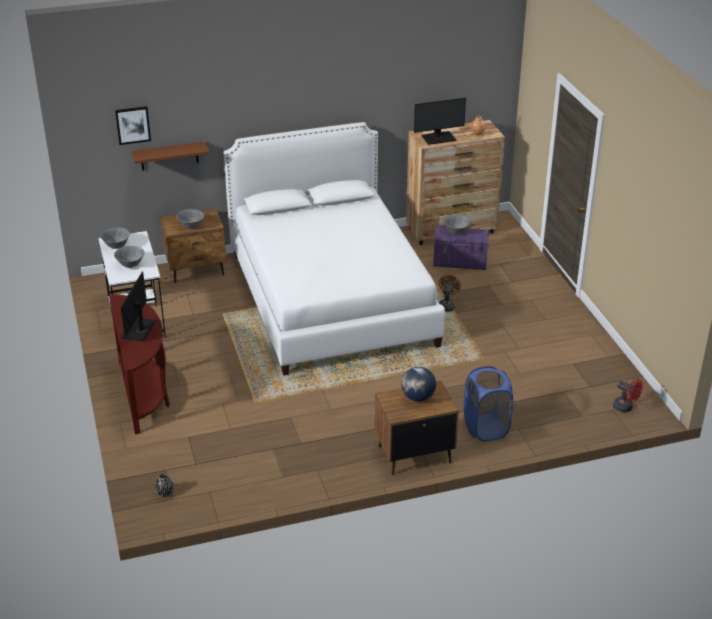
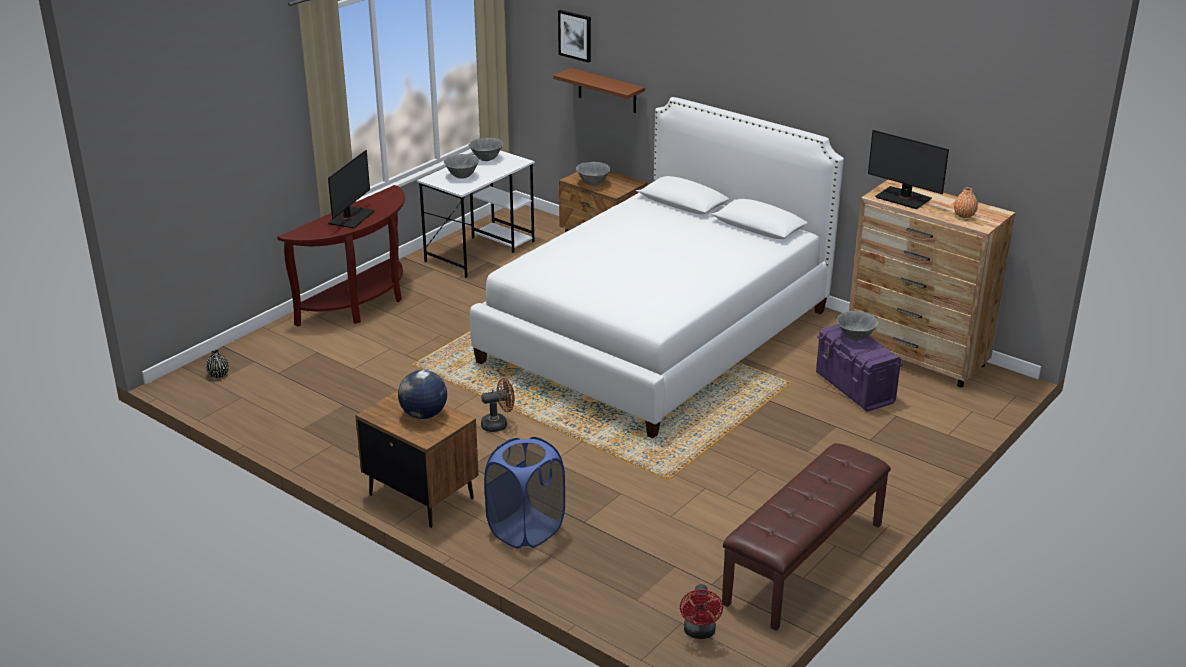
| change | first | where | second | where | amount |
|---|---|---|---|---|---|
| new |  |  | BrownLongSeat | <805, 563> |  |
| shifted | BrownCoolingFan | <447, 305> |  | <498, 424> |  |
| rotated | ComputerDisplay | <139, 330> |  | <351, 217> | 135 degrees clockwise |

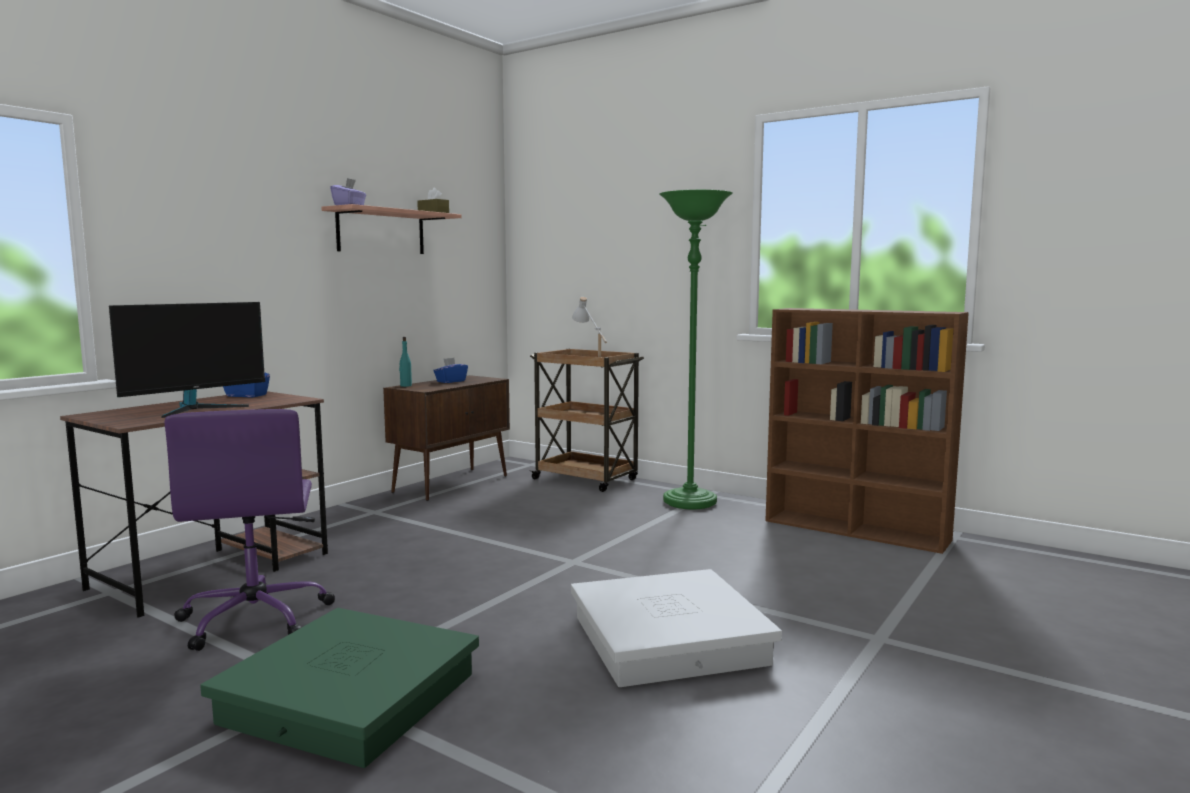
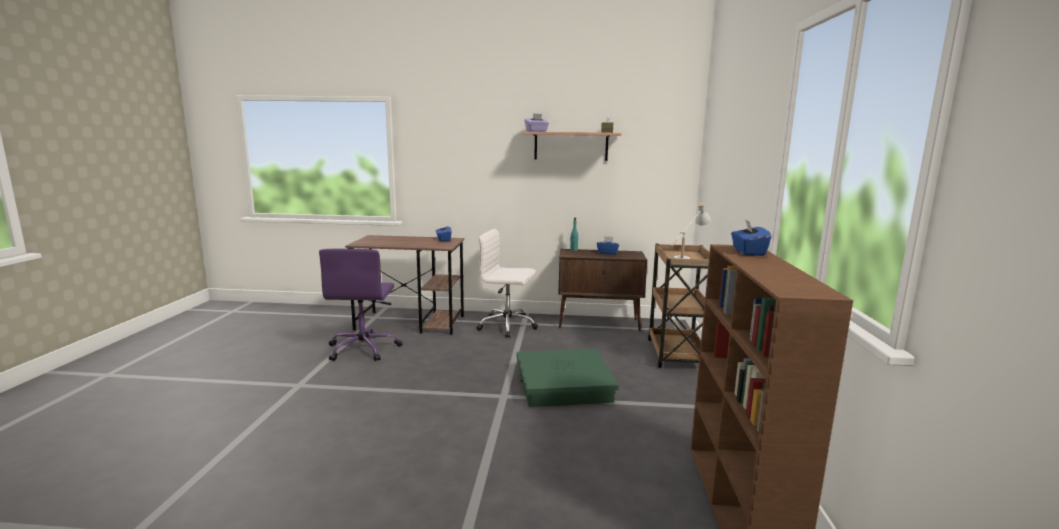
| change | first | where | second | where | amount |
|---|---|---|---|---|---|
| gone | ComputerDisplay | <196, 409> |  |  |  |
| gone | WhitishStorageBin | <669, 639> |  |  |  |
| gone | GreenishStandardLamp | <690, 502> |  |  |  |
| new |  |  | WhitishOfficeChair | <508, 326> |  |
| new |  |  | BluishBoxOfTissues | <748, 252> |  |
| shifted | GreenishStorageBin | <351, 698> |  | <563, 385> |  |
| rotated | PurpleOfficeChair | <255, 618> |  | <364, 349> | 45 degrees counterclockwise |

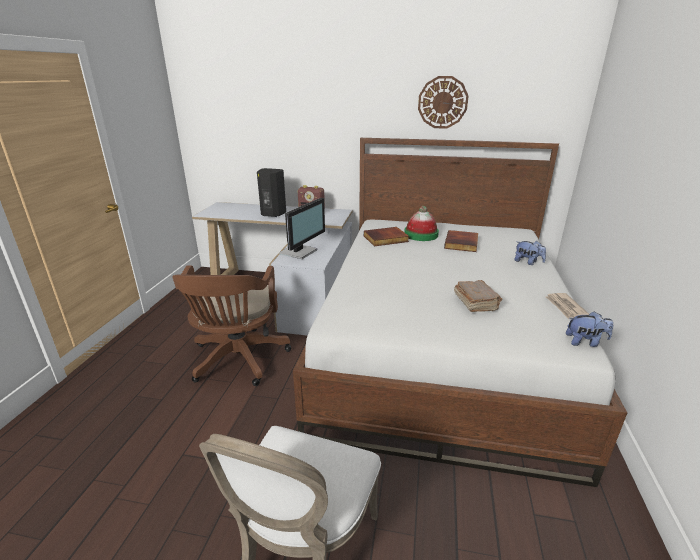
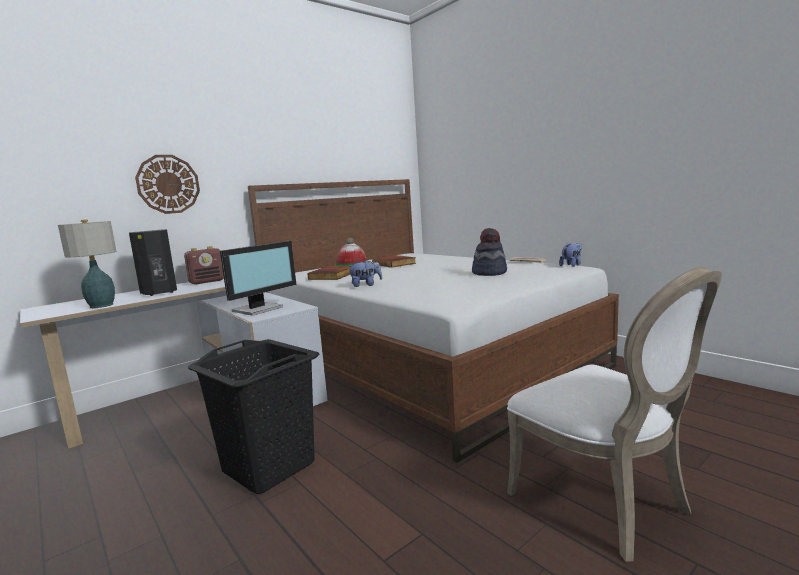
| change | first | where | second | where | amount |
|---|---|---|---|---|---|
| new |  |  | TabletopLamp | <102, 305> |  |
| shifted | ClockOnTheWall | <442, 102> |  | <168, 184> |  |
| shifted | CuddlyToy | <528, 262> |  | <366, 285> |  |
| swapped | BrownOfficeChair | <238, 361> | BlackColouredLaundryBasket | <269, 467> |  |
| swapped | BrownBoundBook | <475, 303> | Hat | <489, 273> |  |
| rotated | ComputerDisplay | <300, 252> |  | <259, 309> | 60 degrees clockwise |

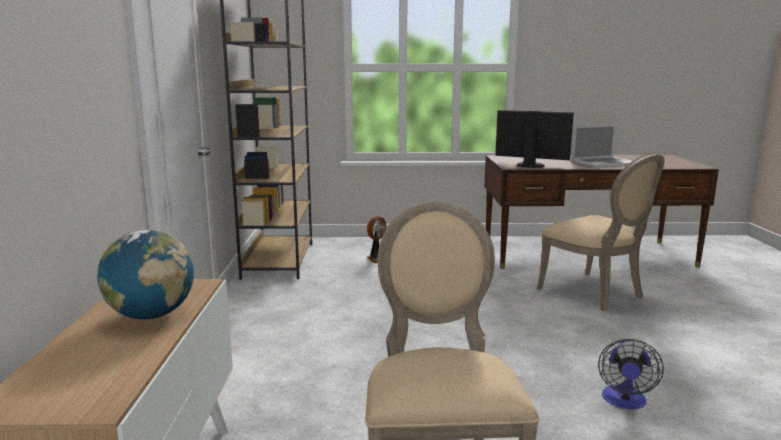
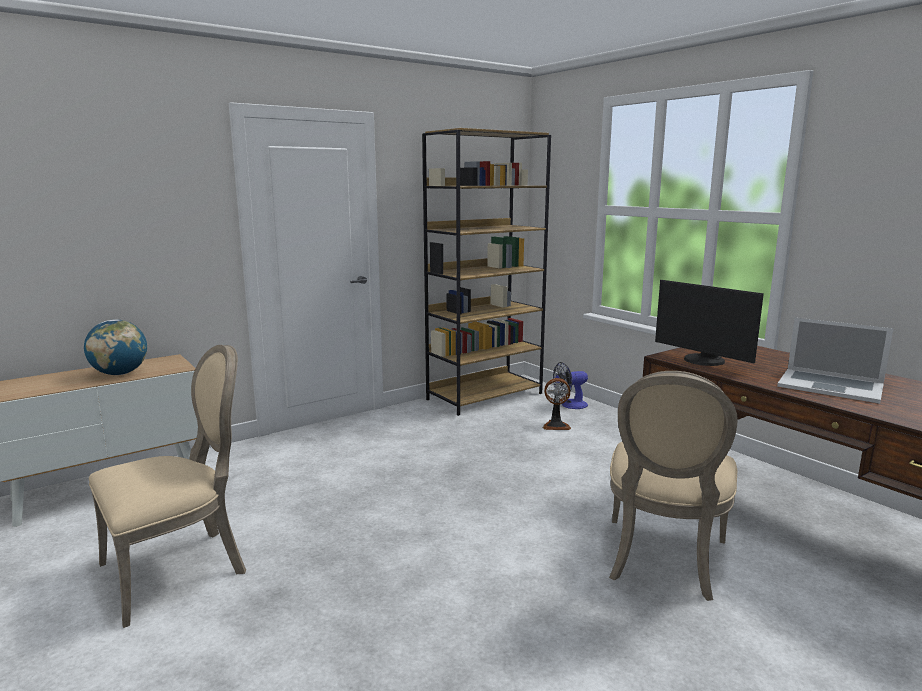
| change | first | where | second | where | amount |
|---|---|---|---|---|---|
| shifted | CoolingFan | <624, 402> |  | <570, 405> |  |
| rotated | ComputerDisplay | <530, 165> |  | <703, 361> | 150 degrees clockwise |

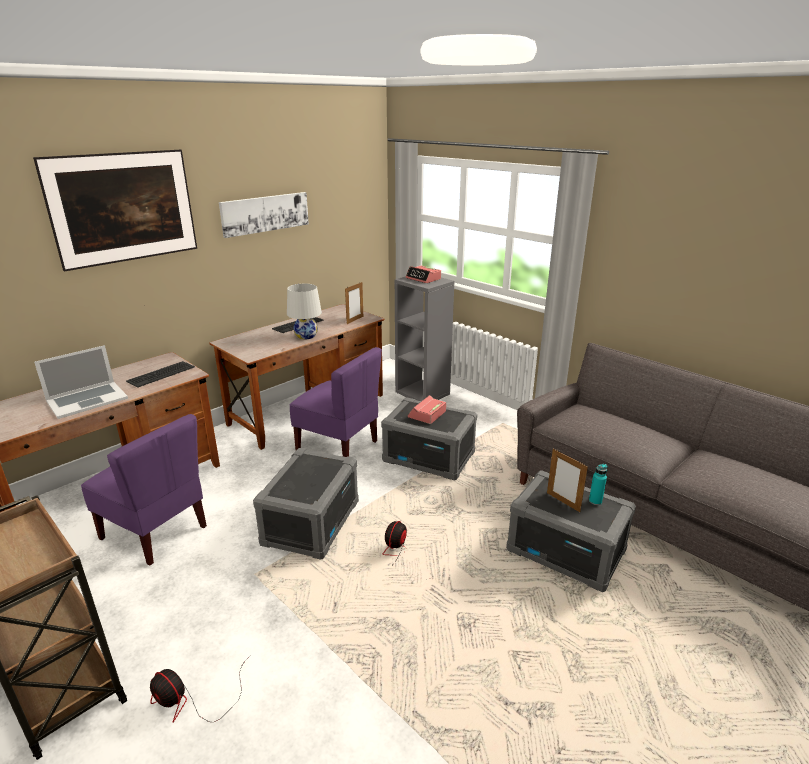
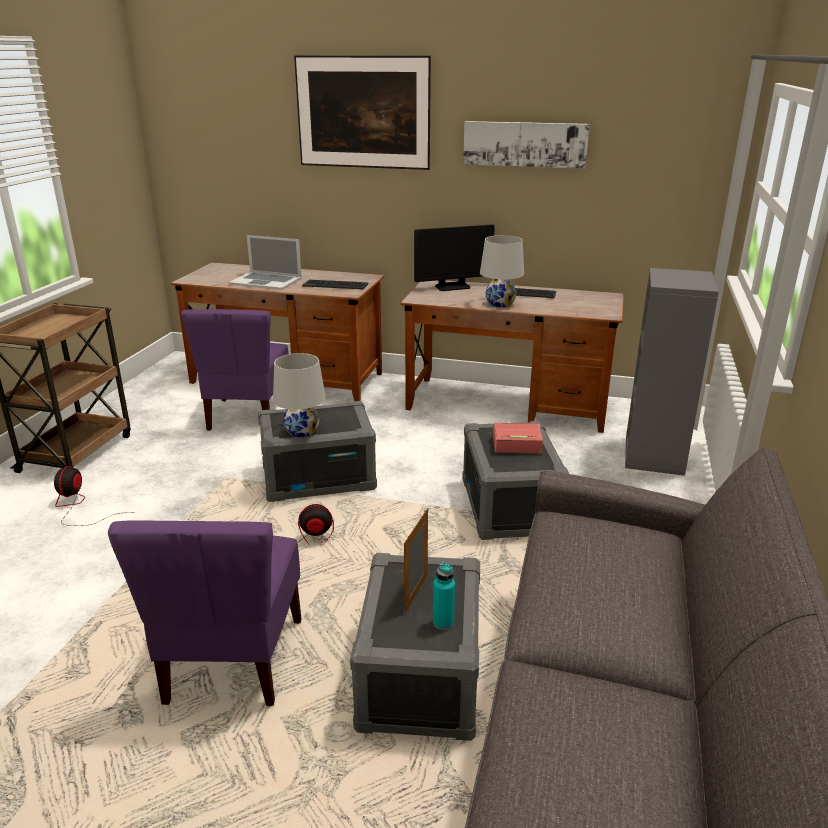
| change | first | where | second | where | amount |
|---|---|---|---|---|---|
| gone | StandingFrame | <355, 320> |  |  |  |
| gone | BedsideClock | <423, 279> |  |  |  |
| new |  |  | WhitishTabletopLamp | <302, 431> |  |
| new |  |  | ComputerDisplay | <452, 287> |  |
| shifted | PurpleUprightChair | <338, 445> |  | <232, 661> |  |

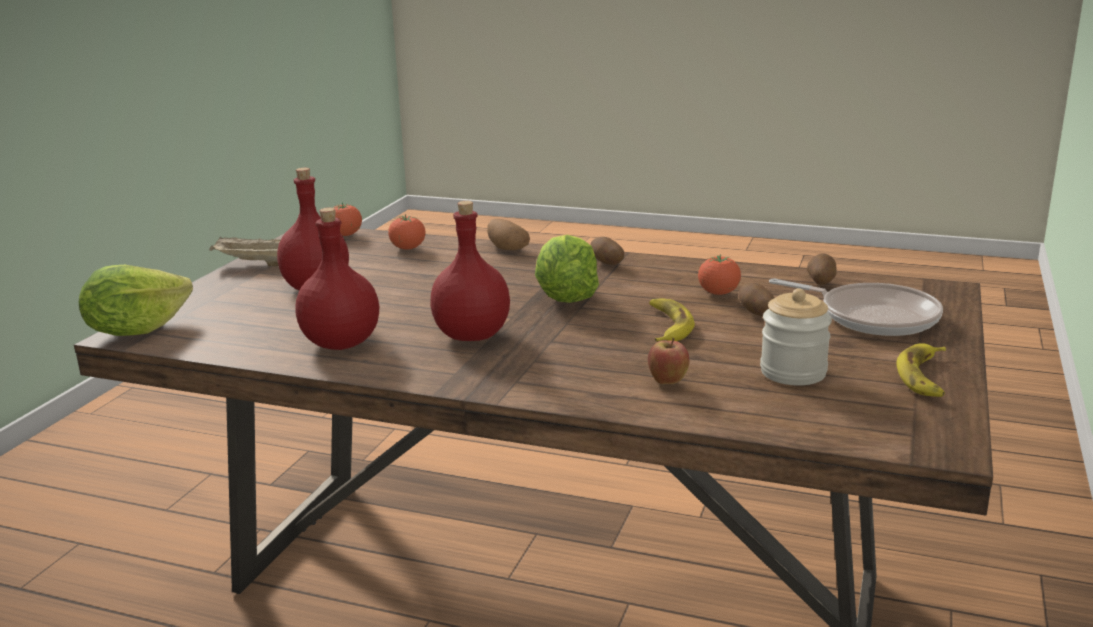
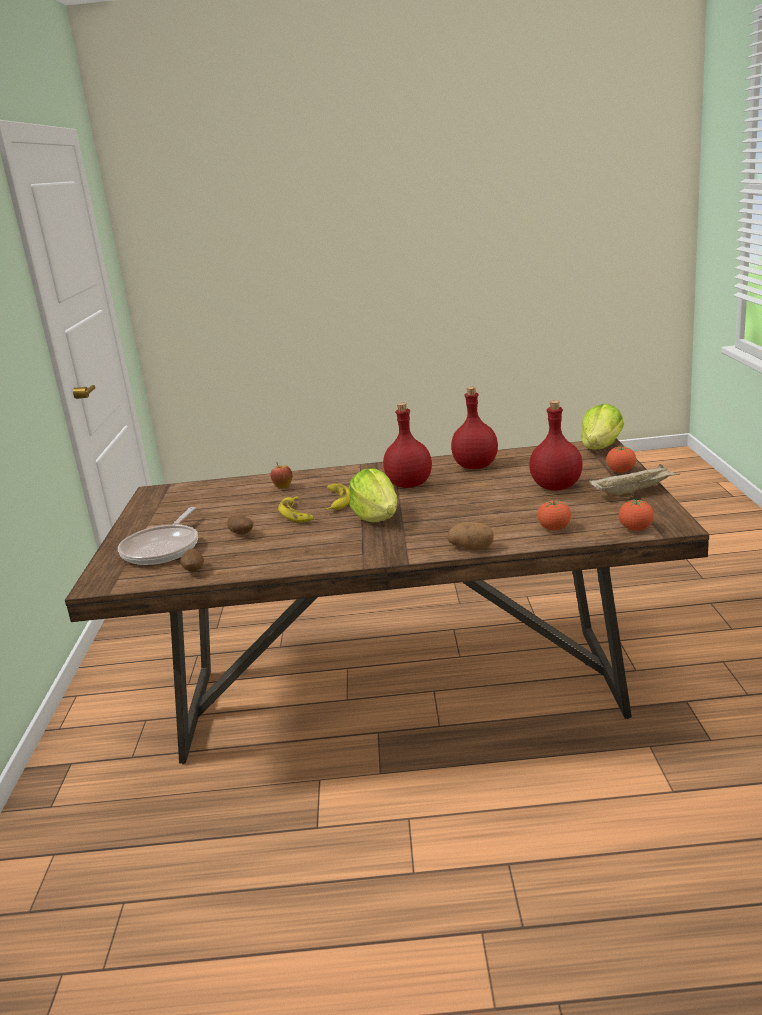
| change | first | where | second | where | amount |
|---|---|---|---|---|---|
| gone | WholePotato | <607, 263> |  |  |  |
| gone | Jar | <793, 372> |  |  |  |
| shifted | WholeTomato | <718, 293> |  | <621, 471> |  |
| shifted | BananaFruit | <925, 377> |  | <336, 500> |  |
| rotated | Skillet | <872, 317> |  | <163, 548> | 90 degrees counterclockwise |

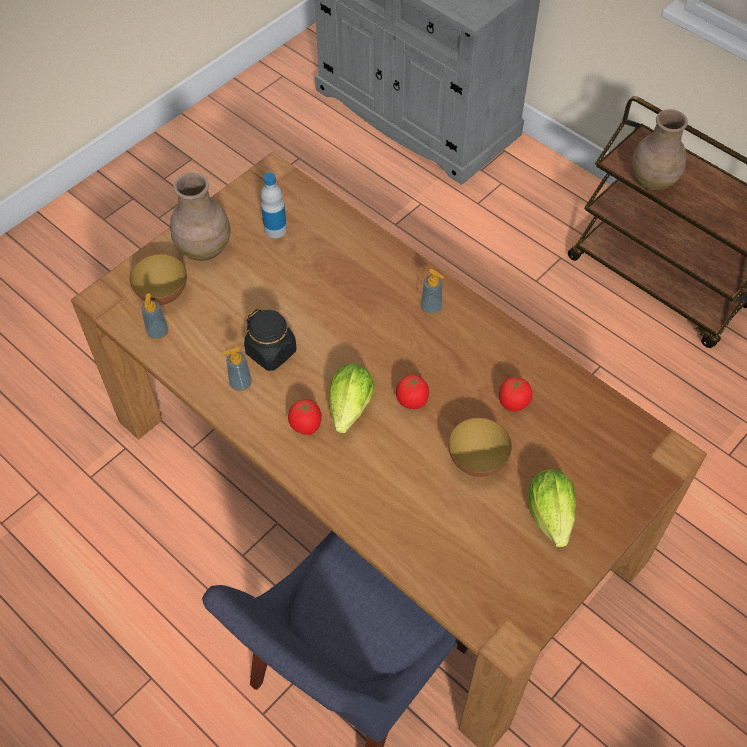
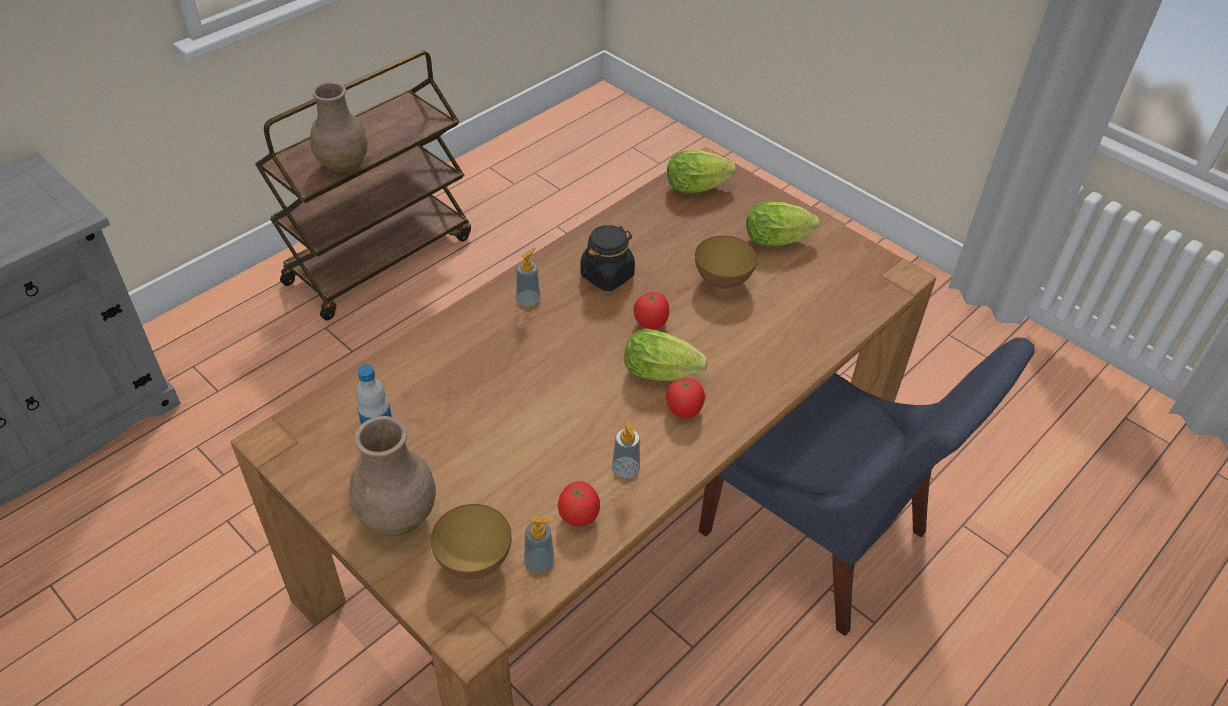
| change | first | where | second | where | amount |
|---|---|---|---|---|---|
| new |  |  | HeadOfLettuce | <700, 187> |  |
| shifted | BlackColouredJar | <271, 352> |  | <607, 275> |  |
| shifted | WholeTomato | <513, 402> |  | <579, 515> |  |

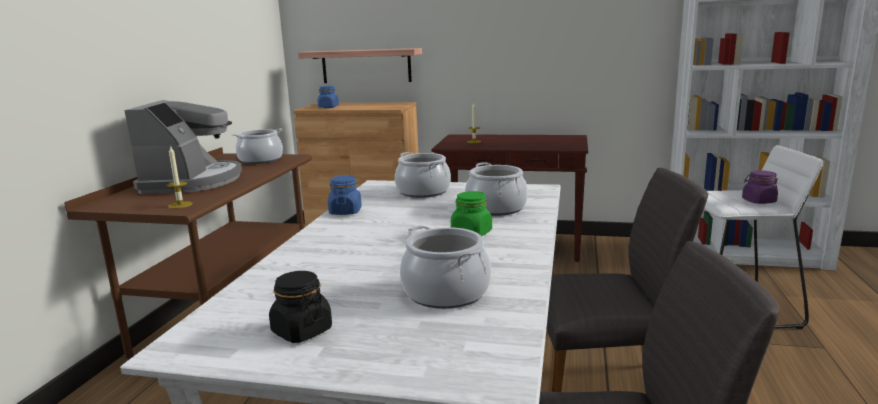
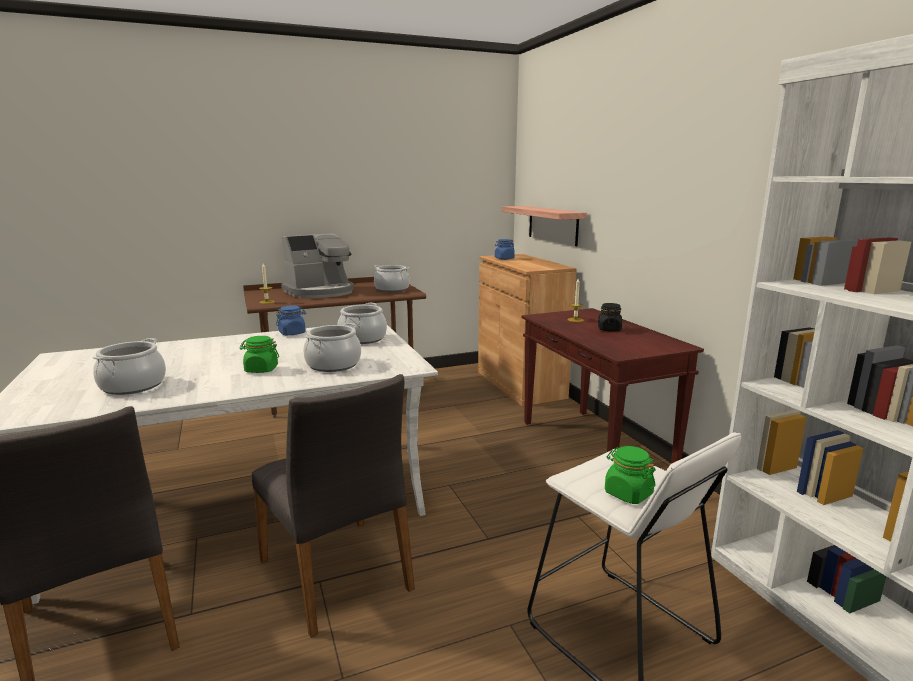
| change | first | where | second | where | amount |
|---|---|---|---|---|---|
| shifted | BlackColouredJar | <301, 331> |  | <609, 329> |  |
| repainted | PurpleJar | <758, 201> | GreenishJar | <628, 493> |  |

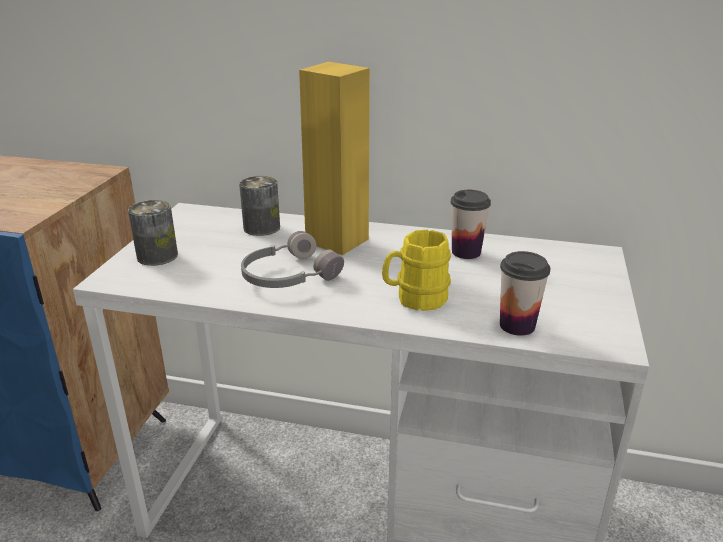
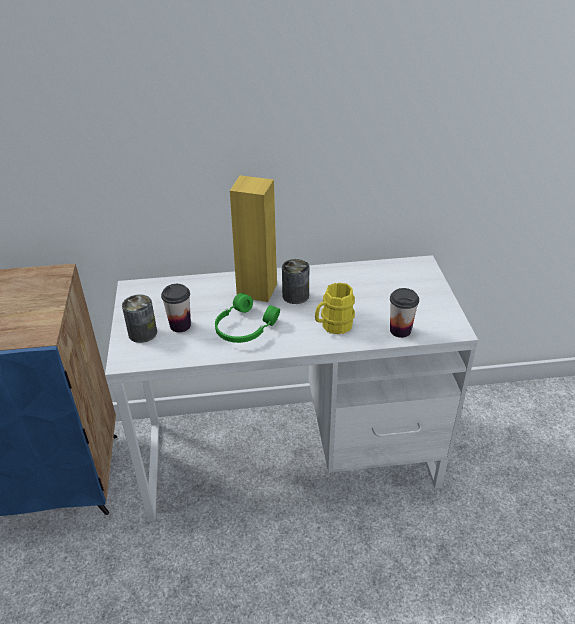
| change | first | where | second | where | amount |
|---|---|---|---|---|---|
| shifted | SealedCan | <261, 227> |  | <295, 295> |  |
| shifted | SmallCup | <466, 252> |  | <180, 325> |  |
| repainted | GrayPairOfHeadphones | <288, 276> | GreenishPairOfHeadphones | <244, 327> |  |

